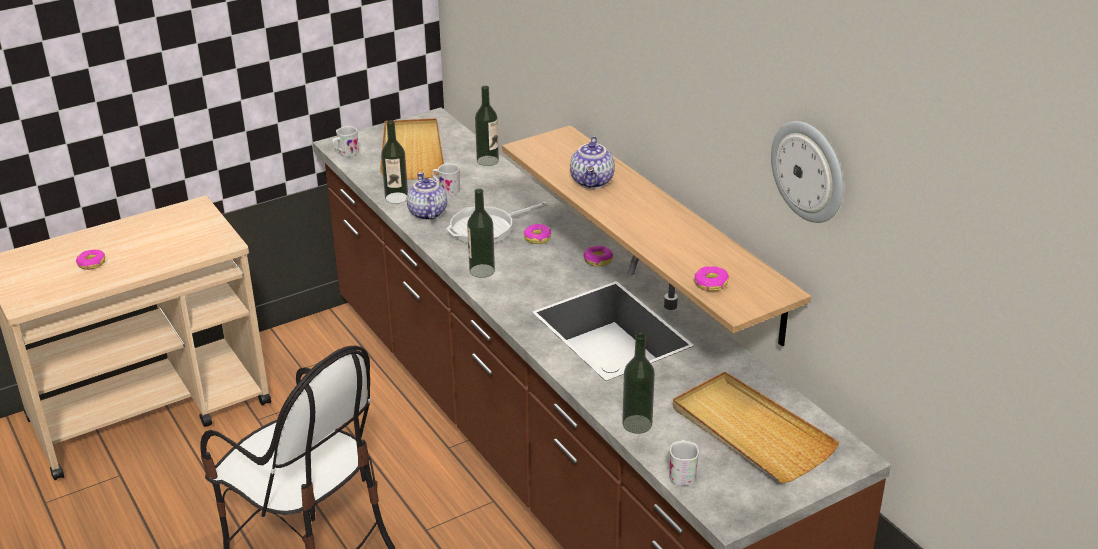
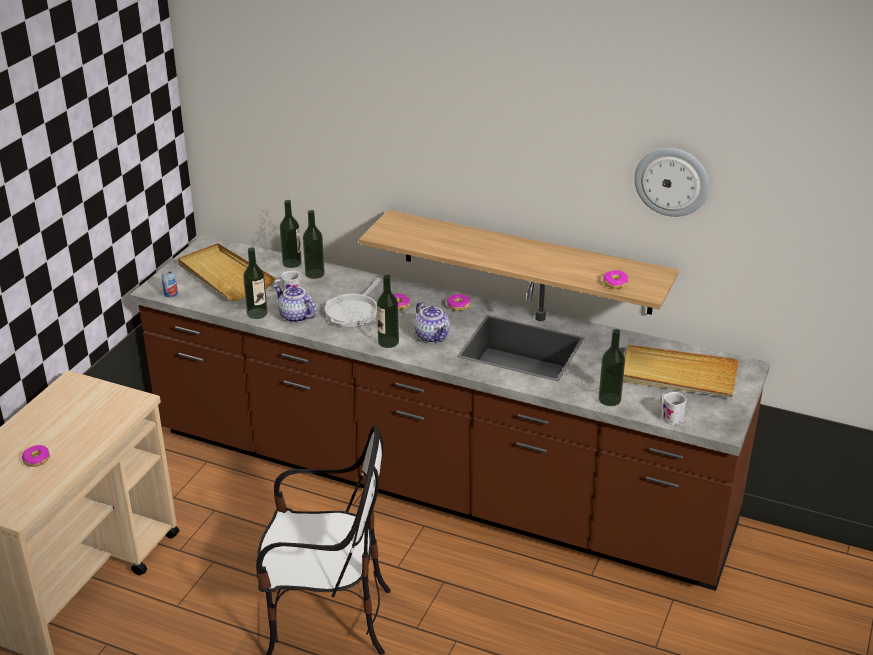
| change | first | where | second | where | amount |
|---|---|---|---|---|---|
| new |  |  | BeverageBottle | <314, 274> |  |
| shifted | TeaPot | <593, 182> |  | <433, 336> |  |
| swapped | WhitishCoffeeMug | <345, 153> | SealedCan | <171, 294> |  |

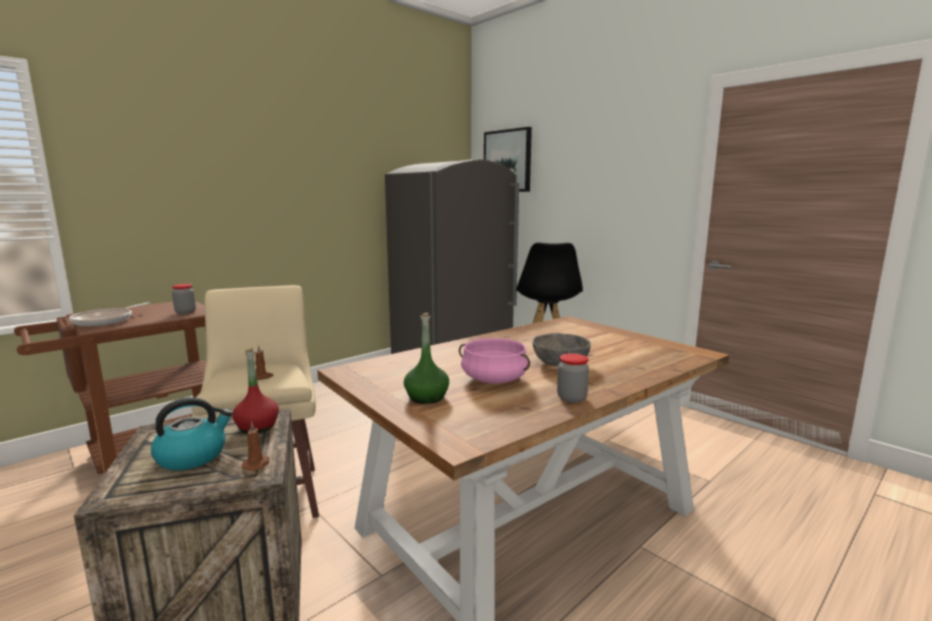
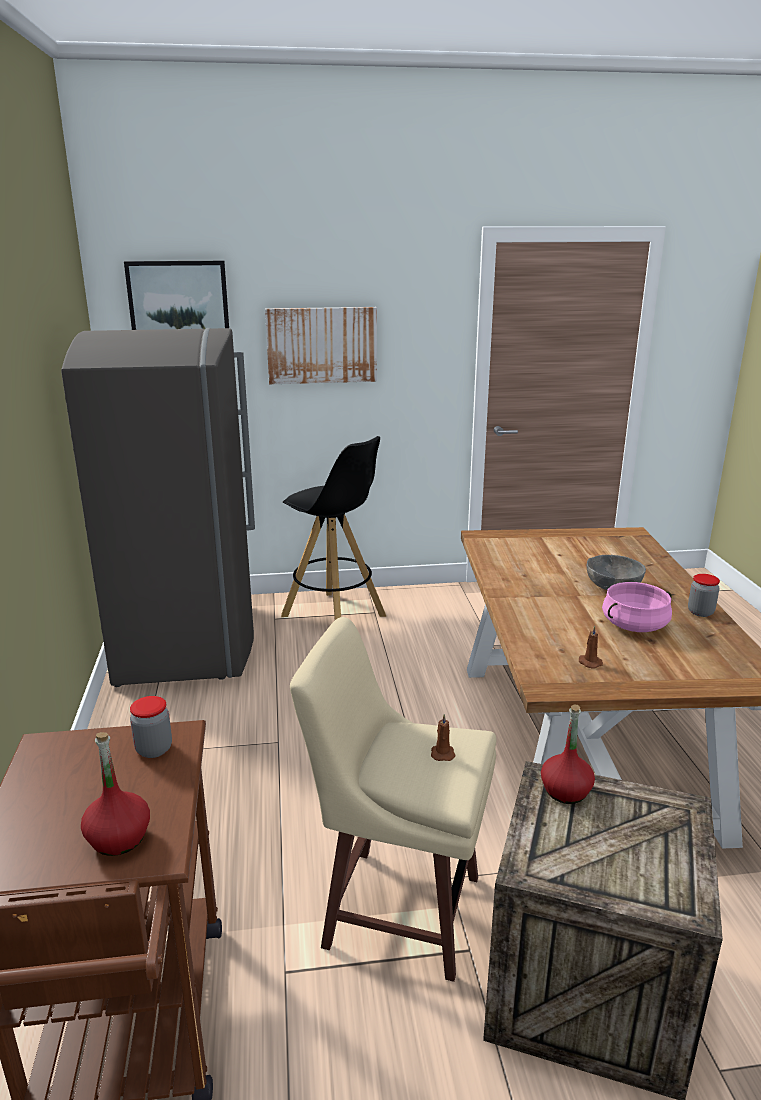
| change | first | where | second | where | amount |
|---|---|---|---|---|---|
| gone | WaterKettle | <192, 456> |  |  |  |
| gone | GreenishBeverageBottle | <426, 397> |  |  |  |
| new |  |  | WallArt | <322, 345> |  |
| shifted | BrownWaxCandle | <257, 464> |  | <589, 662> |  |
| swapped | Skillet | <106, 320> | ReddishBeverageBottle | <119, 838> |  |

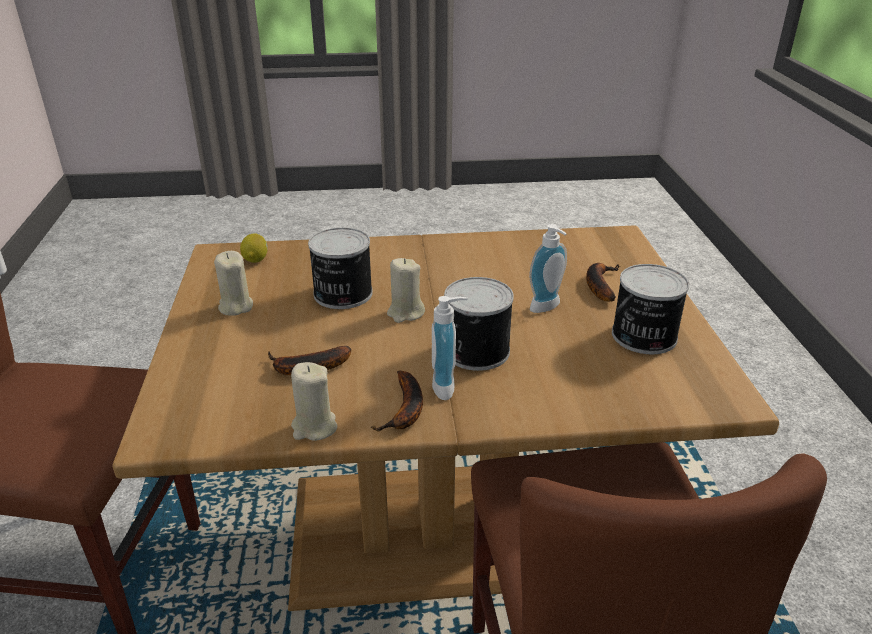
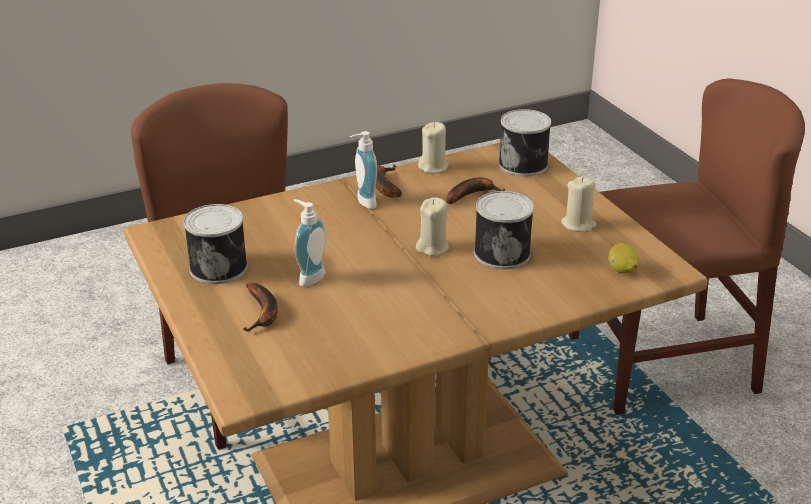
| change | first | where | second | where | amount |
|---|---|---|---|---|---|
| shifted | SealedCan | <474, 351> |  | <524, 164> |  |

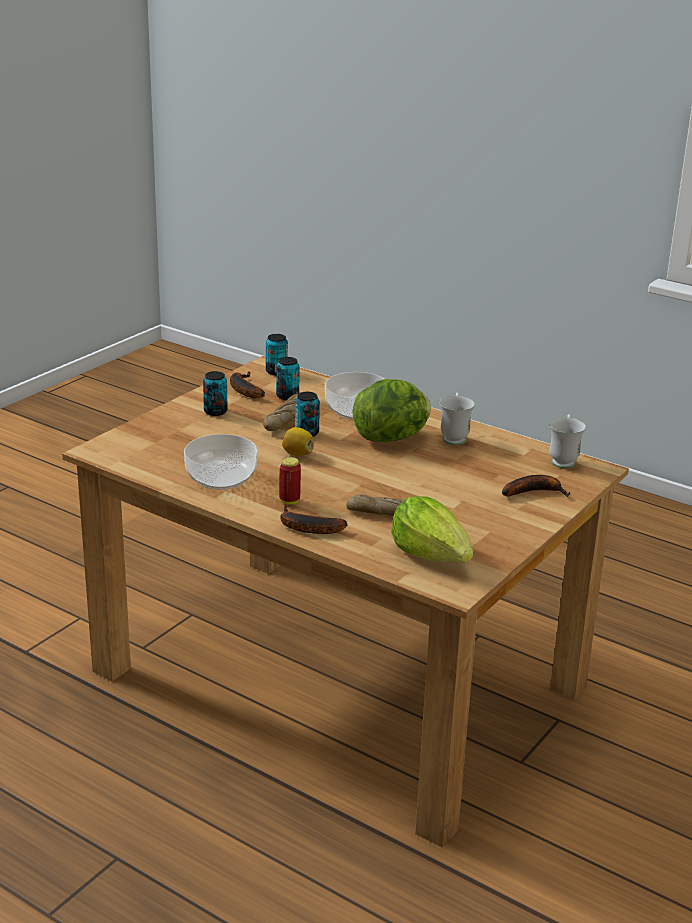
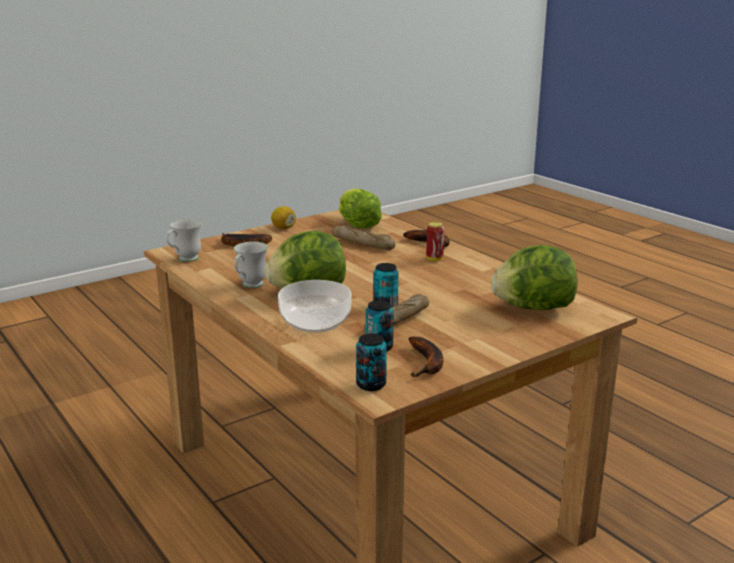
| change | first | where | second | where | amount |
|---|---|---|---|---|---|
| gone | Bowl | <222, 477> |  |  |  |
| gone | SealedCan | <215, 411> |  |  |  |
| new |  |  | HeadOfLettuce | <533, 308> |  |
| shifted | CitrusFruit | <298, 454> |  | <283, 228> |  |

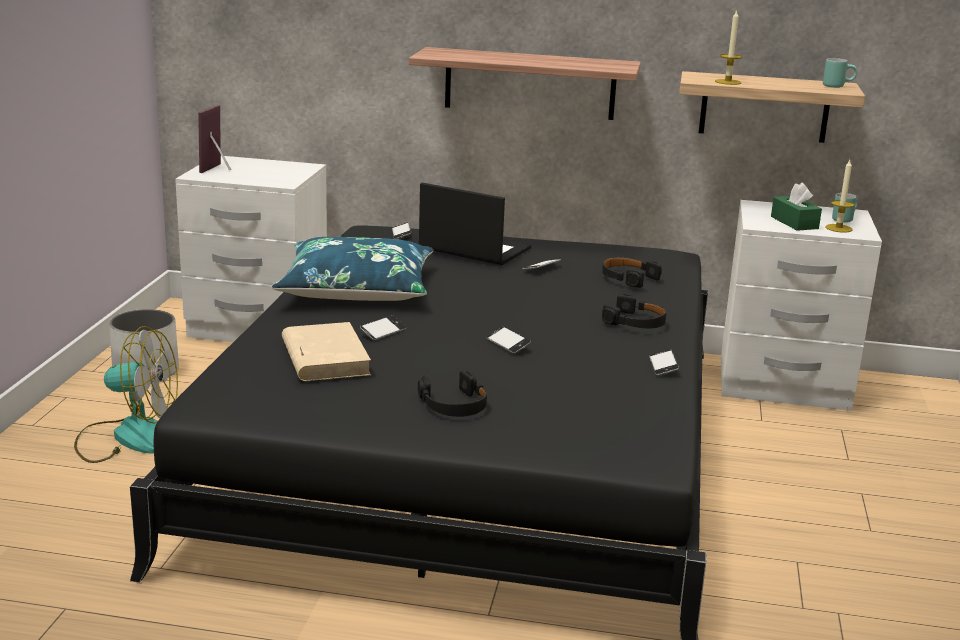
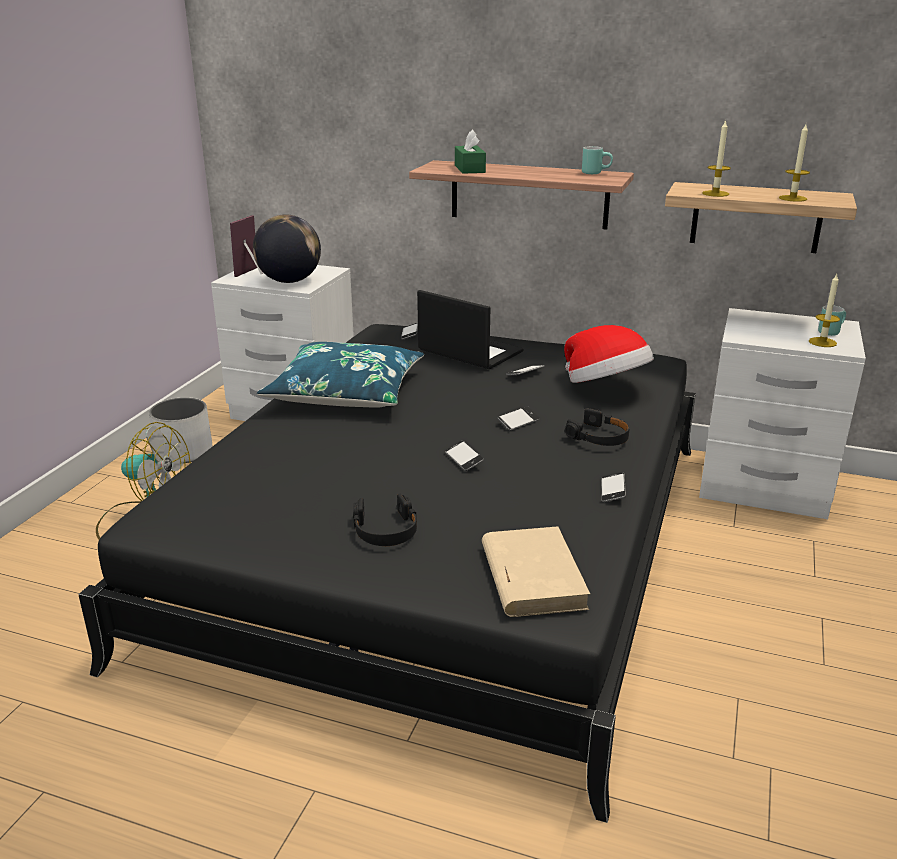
| change | first | where | second | where | amount |
|---|---|---|---|---|---|
| new |  |  | DeskGlobe | <289, 281> |  |
| new |  |  | WaxCandle | <792, 198> |  |
| shifted | BeigeBoundBook | <324, 357> |  | <532, 576> |  |
| shifted | Handset | <383, 332> |  | <518, 422> |  |
| shifted | GreenishBoxOfTissues | <794, 222> |  | <469, 169> |  |
| shifted | BlueGreenCoffeeMug | <837, 86> |  | <596, 173> |  |
| swapped | BlackColouredPairOfHeadphones | <628, 278> | Hat | <605, 386> |  |

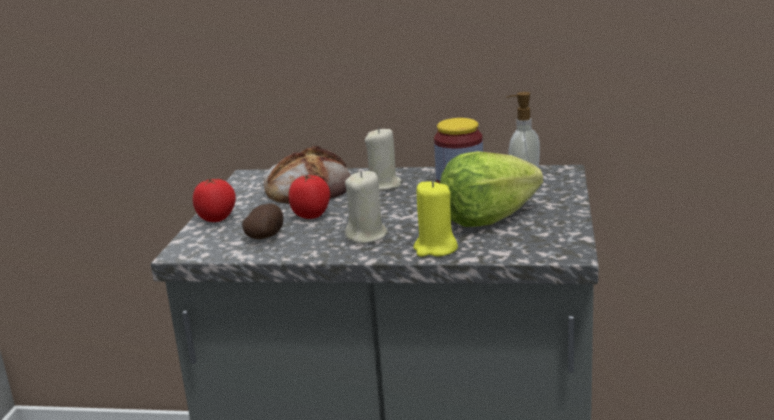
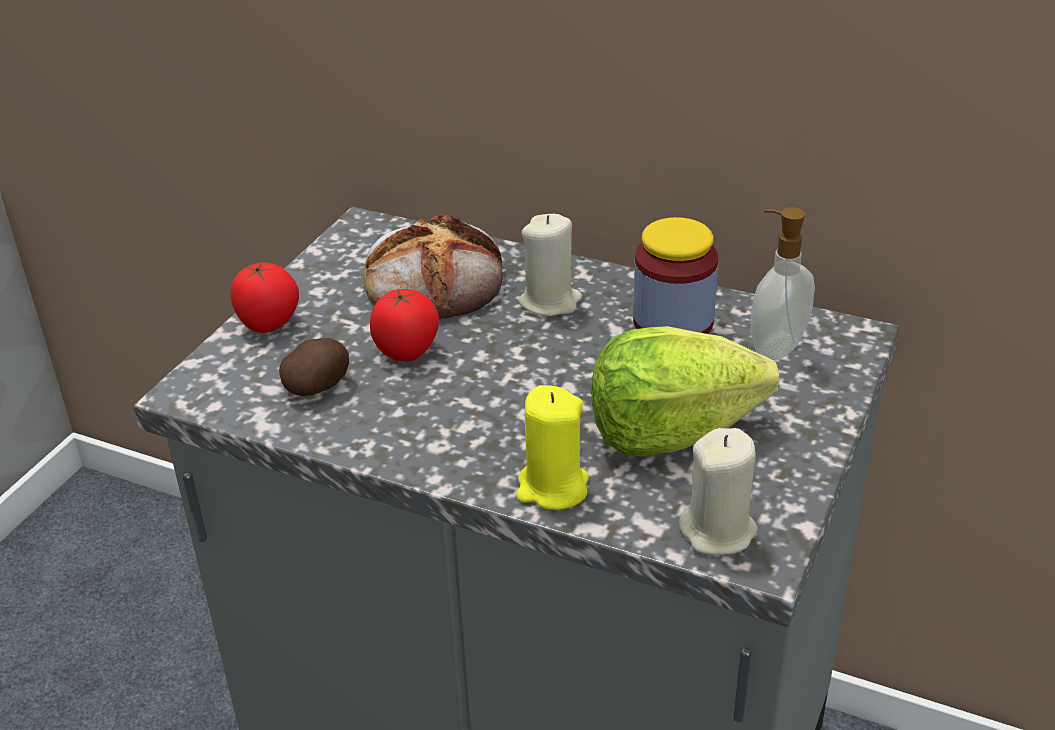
| change | first | where | second | where | amount |
|---|---|---|---|---|---|
| shifted | BeigeWaxCandle | <367, 236> |  | <718, 531> |  |

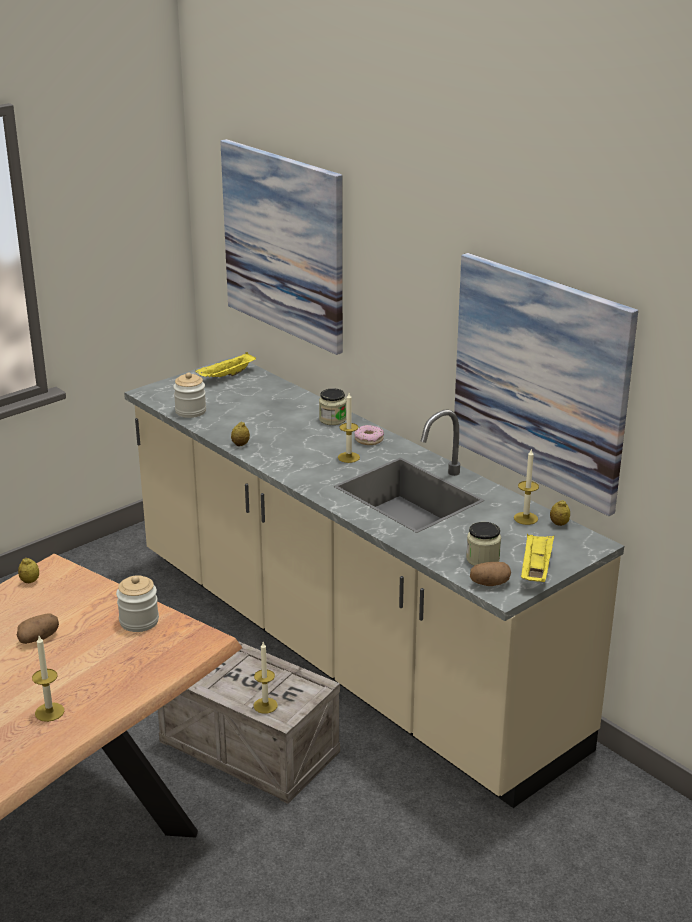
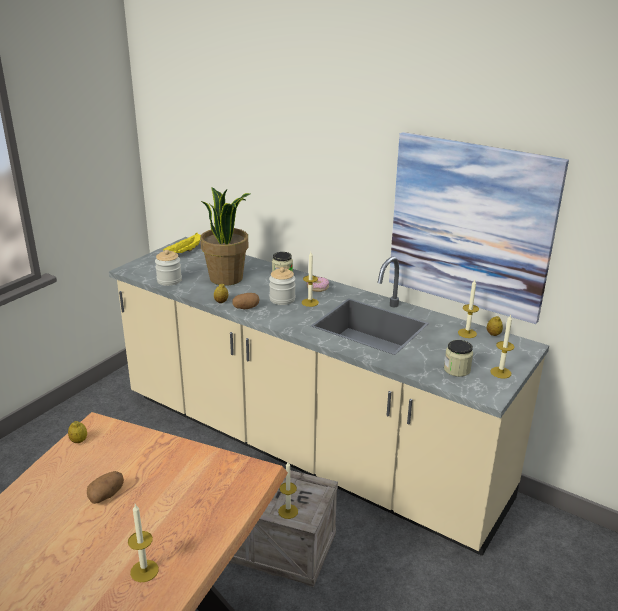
| change | first | where | second | where | amount |
|---|---|---|---|---|---|
| gone | WallArt | <284, 244> |  |  |  |
| new |  |  | PottedPlant | <227, 278> |  |
| shifted | Jar | <139, 621> |  | <282, 299> |  |
| shifted | WholePotato | <490, 583> |  | <246, 308> |  |
| swapped | YellowColouredCarryingTray | <535, 569> | WaxCandle | <500, 372> |  |

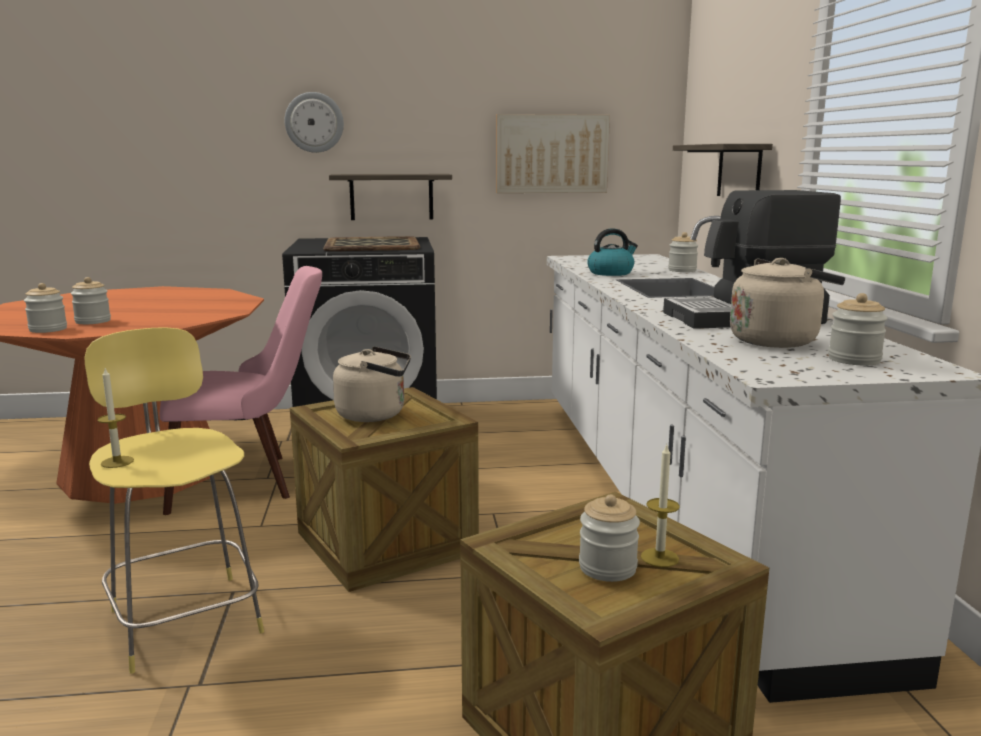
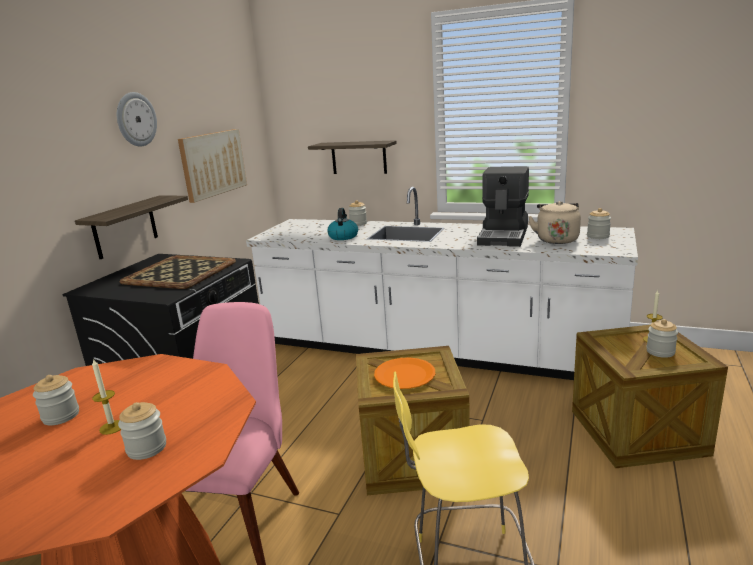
| change | first | where | second | where | amount |
|---|---|---|---|---|---|
| shifted | Jar | <48, 329> |  | <61, 416> |  |
| shifted | WaxCandle | <117, 462> |  | <112, 427> |  |
| shifted | ClockOnTheWall | <314, 122> |  | <136, 119> |  |
| swapped | BeigeWaterKettle | <375, 414> | OrangeyDinnerPlate | <405, 375> |  |

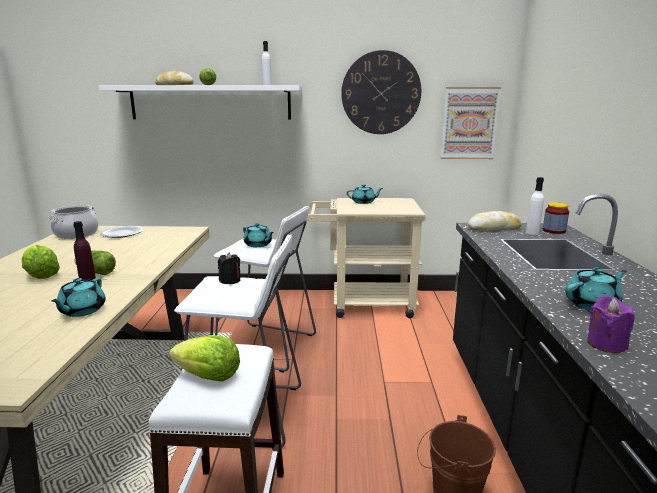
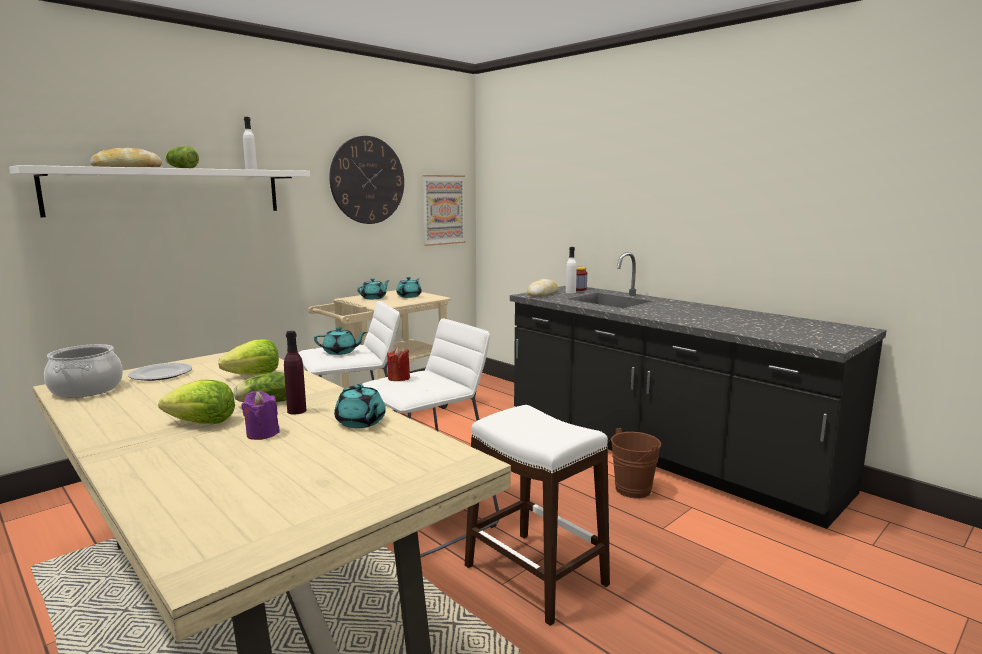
| change | first | where | second | where | amount |
|---|---|---|---|---|---|
| shifted | HeadOfLettuce | <208, 376> |  | <254, 375> |  |
| shifted | BlueGreenTeaPot | <592, 304> |  | <409, 296> |  |
| shifted | PurpleWaxCandle | <606, 344> |  | <262, 433> |  |
| repainted | BlackColouredWaxCandle | <230, 280> | ReddishWaxCandle | <399, 378> |  |

